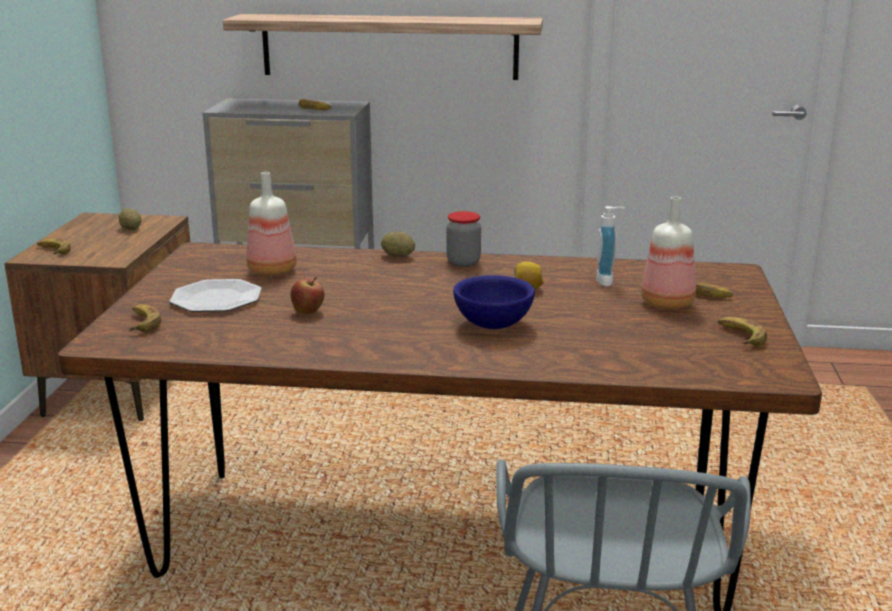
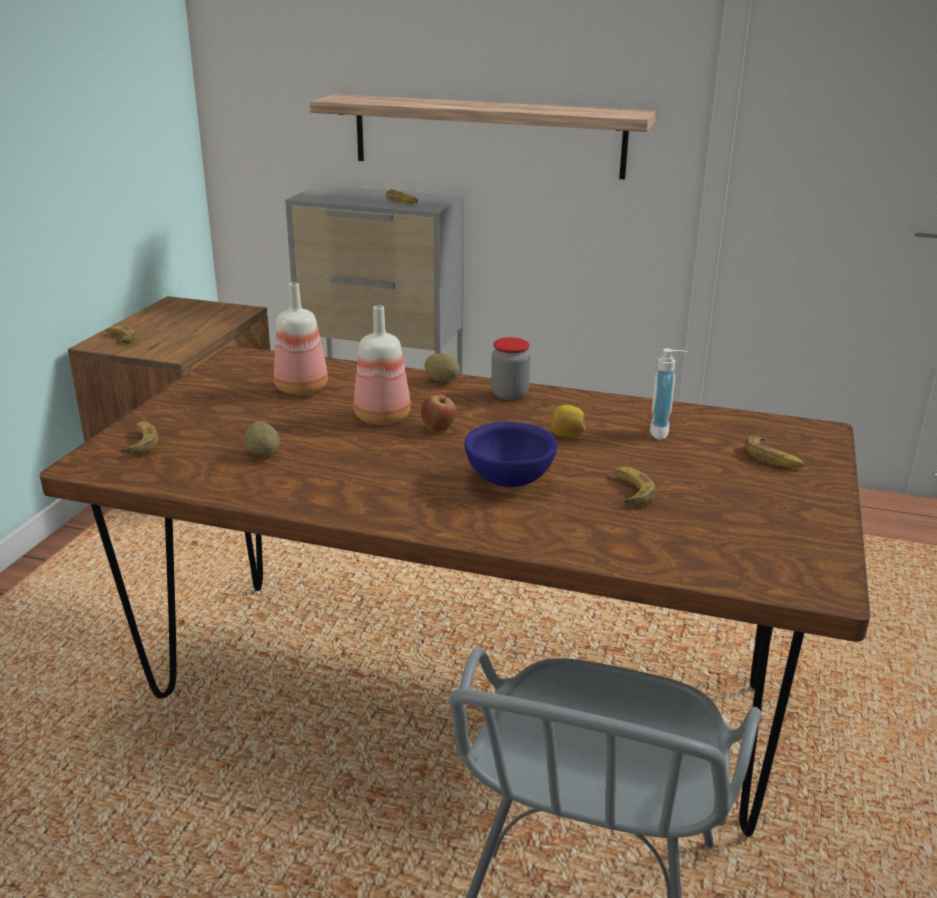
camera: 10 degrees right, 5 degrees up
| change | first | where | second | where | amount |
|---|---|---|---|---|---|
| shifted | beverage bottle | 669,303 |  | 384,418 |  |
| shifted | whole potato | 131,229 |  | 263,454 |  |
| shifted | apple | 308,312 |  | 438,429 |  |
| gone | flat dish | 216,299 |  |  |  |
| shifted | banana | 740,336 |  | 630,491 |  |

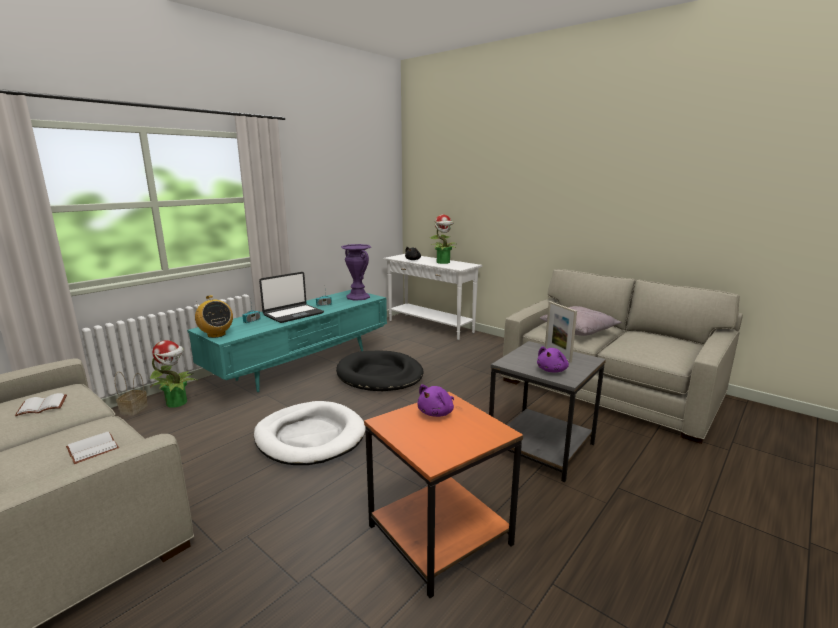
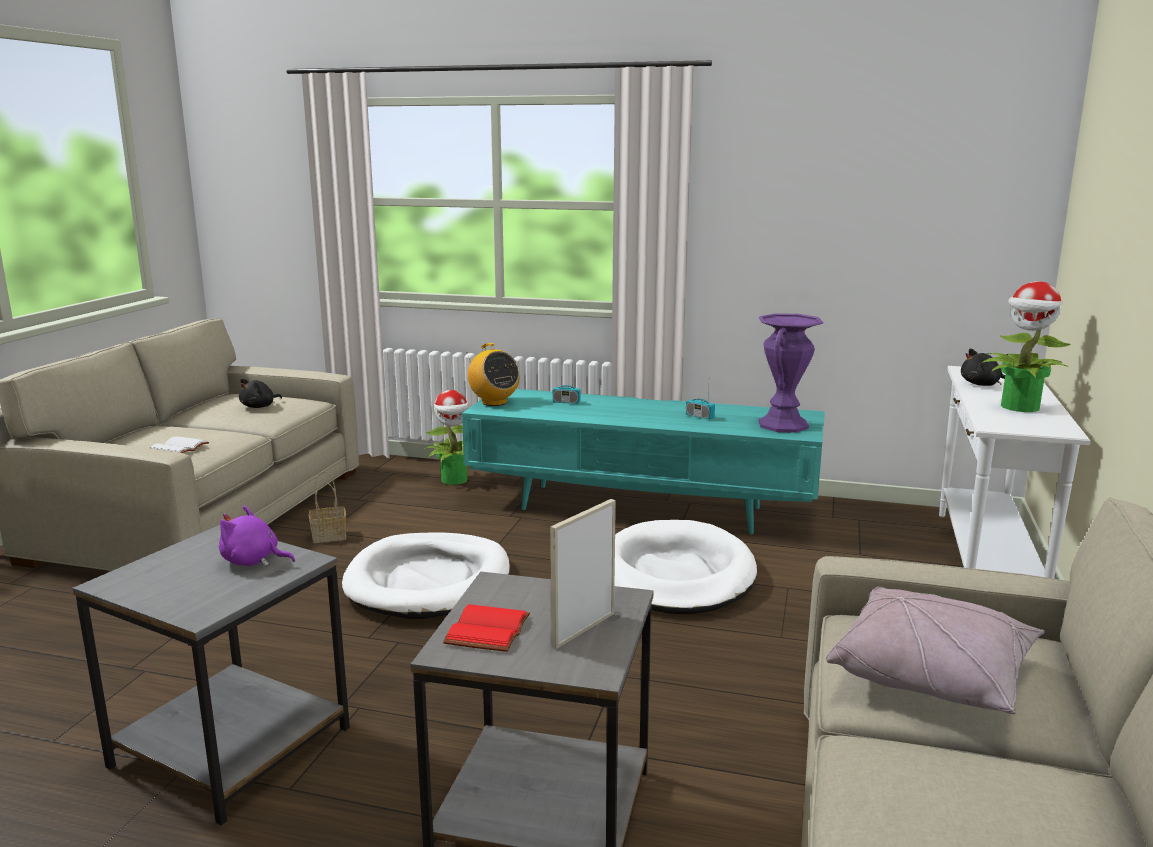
camera: 65 degrees right, 0 degrees up
| change | first | where | second | where | amount |
|---|---|---|---|---|---|
| gone | portable computer | 293,314 |  |  |  |
| rotated | radio receiver | 216,334 |  | 494,402 | 60 degrees counterclockwise |
| swapped | plush toy (purple) | 552,370 | book (red) | 489,631 |  |
| repainted | pet bed (blackish) | 380,375 | pet bed (white-coloured) | 676,575 |  |
| shifted | basket | 134,410 |  | 328,537 |  |
| repainted | accent table (orangey) | 441,535 | accent table (greyish) | 231,749 |  |
| swapped | book (white-coloured) | 43,405 | plush toy (blackish) | 260,406 |  |

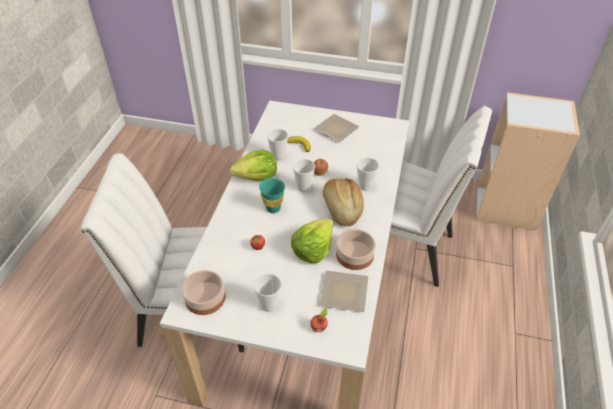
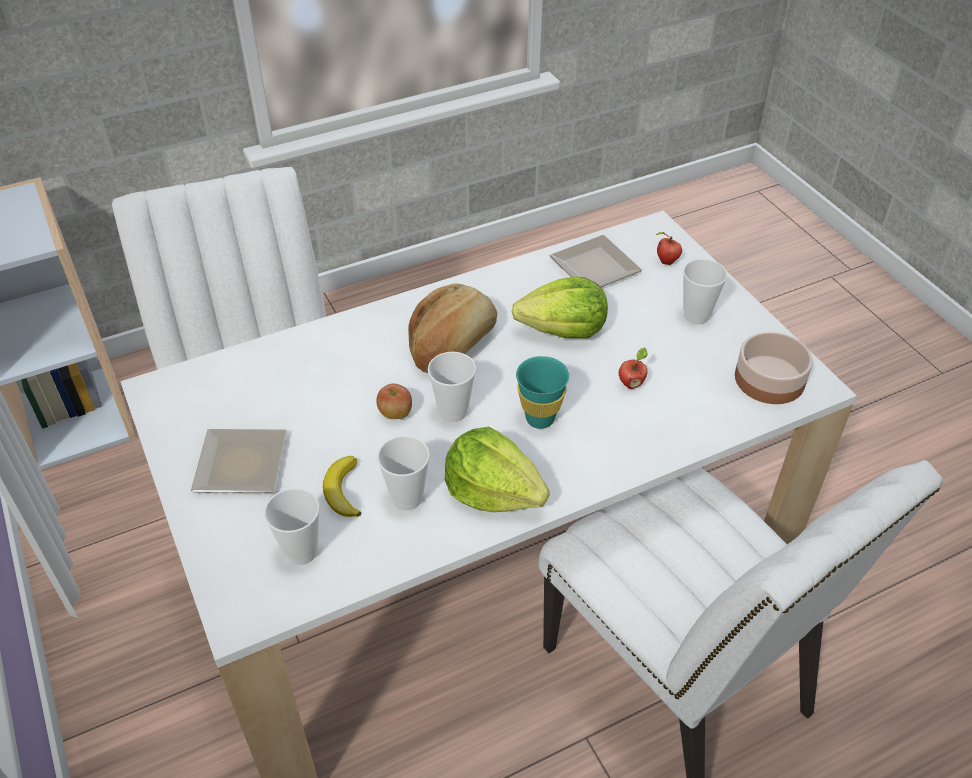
camera: 130 degrees left, 0 degrees up
| change | first | where | second | where | amount |
|---|---|---|---|---|---|
| shifted | small cup | 365,186 |  | 301,552 |  |
| gone | bowl | 354,255 |  |  |  |

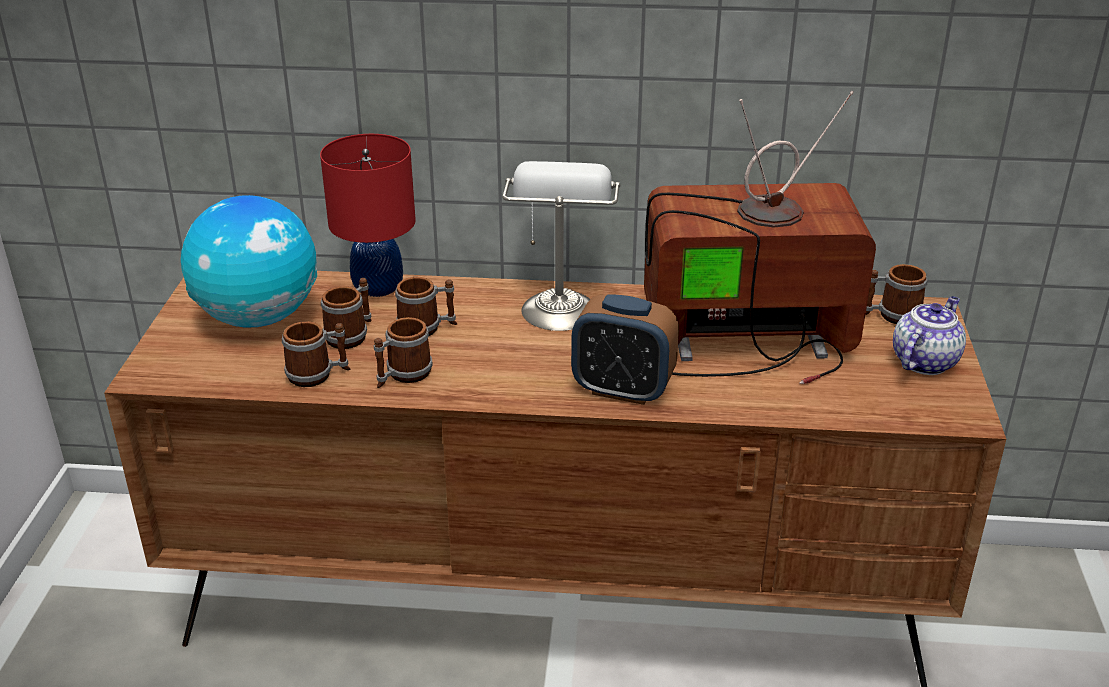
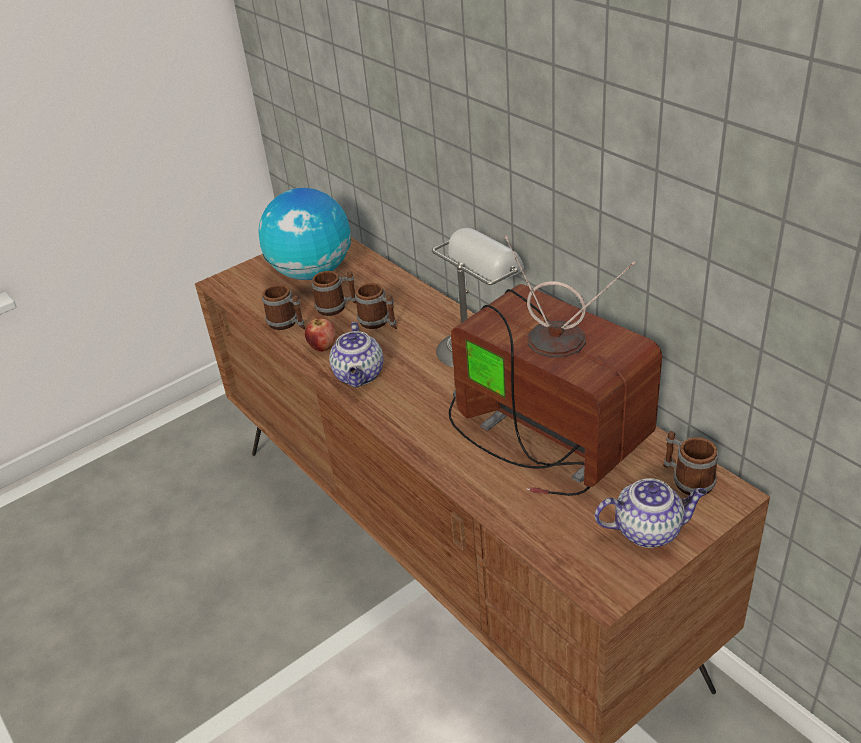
camera: 50 degrees right, 5 degrees up
| change | first | where | second | where | amount |
|---|---|---|---|---|---|
| gone | lamp for a table (red) | 375,289 |  |  |  |
| gone | alarm clock | 622,390 |  |  |  |
| swapped | tea mug | 403,375 | apple | 323,347 |  |
| new |  |  | pot for tea | 359,376 |  |

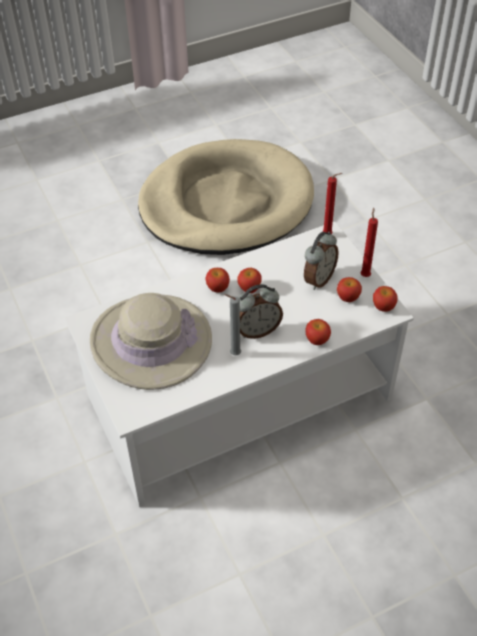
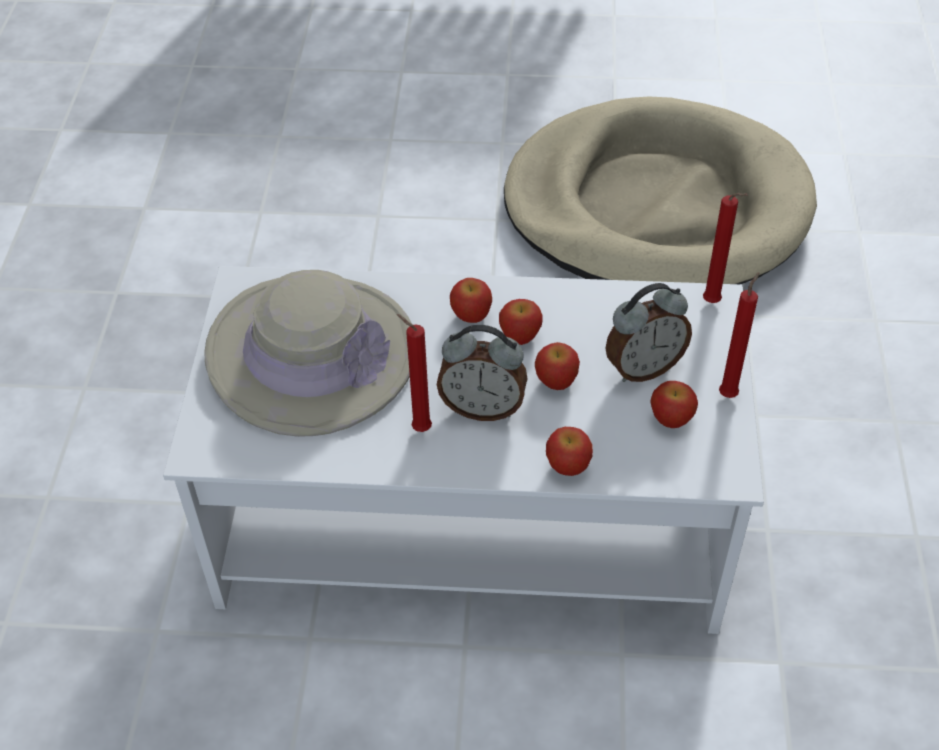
camera: 30 degrees right, 0 degrees up
| change | first | where | second | where | amount |
|---|---|---|---|---|---|
| shifted | apple | 383,307 |  | 556,380 |  |
| repainted | wax light (greyish) | 233,354 | wax light (red) | 418,428 |  |

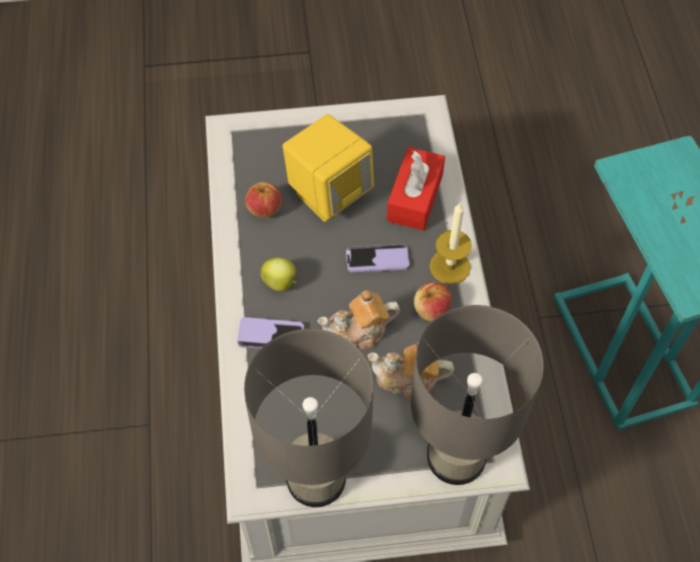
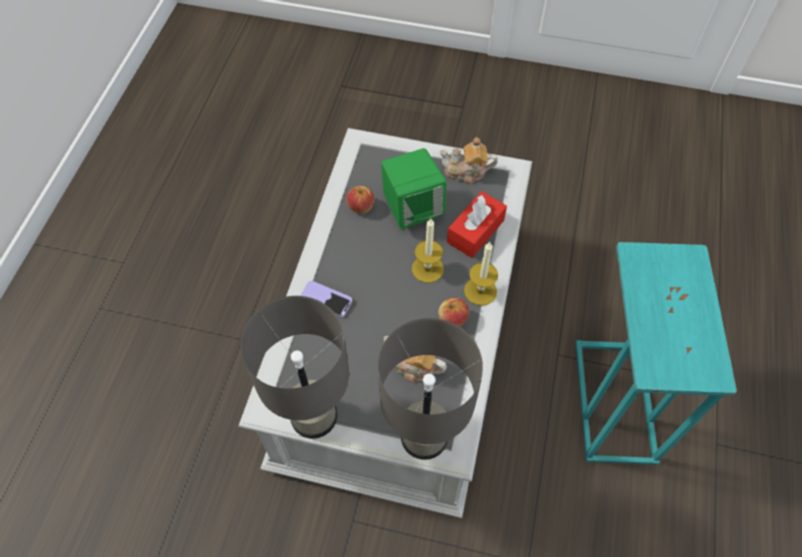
camera: 20 degrees right, 0 degrees up
| change | first | where | second | where | amount |
|---|---|---|---|---|---|
| repainted | audio speaker (yellow-coloured) | 329,193 | audio speaker (greenish) | 413,209 |  |
| swapped | phone | 377,259 | wax light | 427,269 |  |
| gone | apple | 281,283 |  |  |  |
| shifted | pot for tea | 358,332 |  | 466,172 |  |

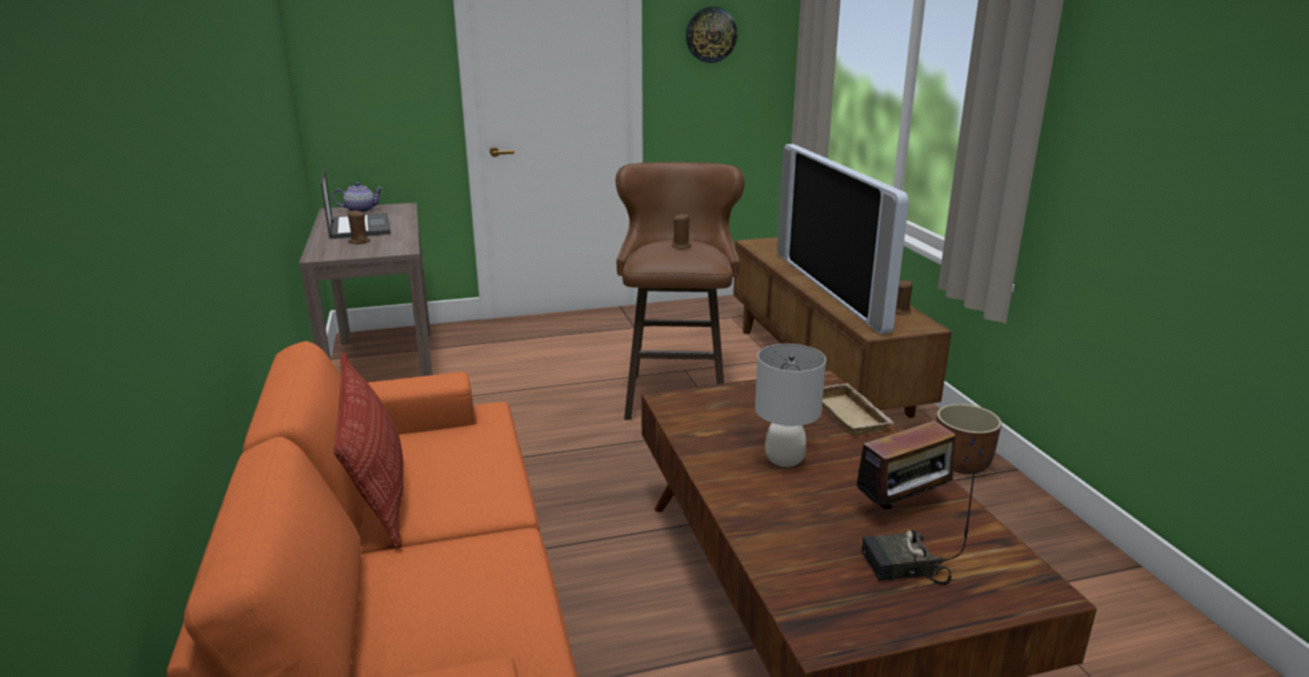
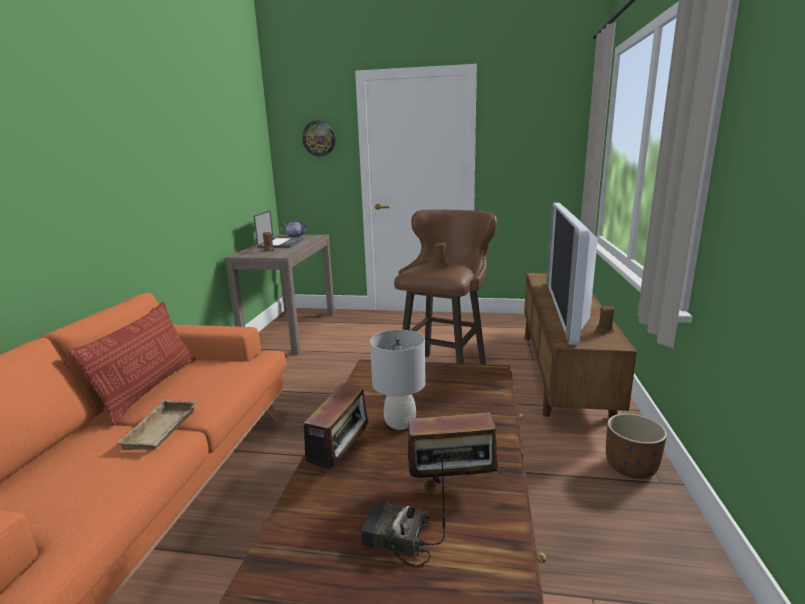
camera: 25 degrees right, 5 degrees down
| change | first | where | second | where | amount |
|---|---|---|---|---|---|
| shifted | clock on the wall | 711,34 |  | 319,138 |  |
| shifted | serving tray (sand-coloured) | 852,415 |  | 163,430 |  |
| new |  |  | radio receiver | 342,461 |  |

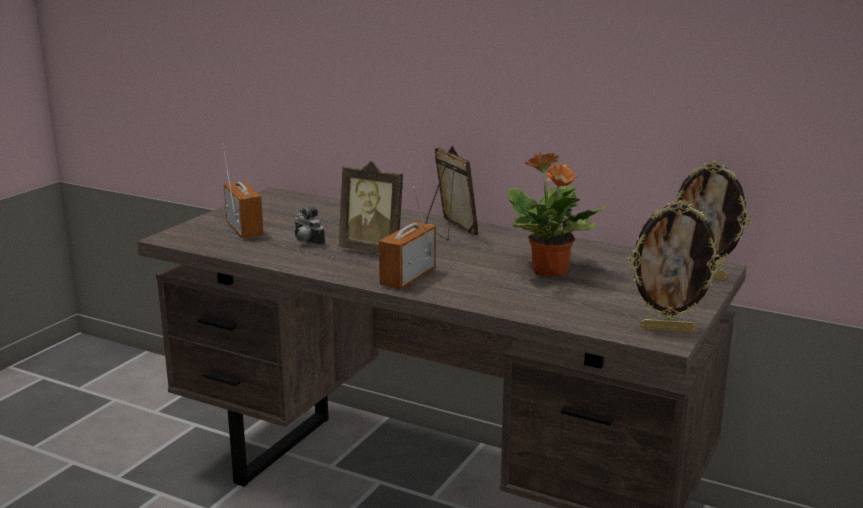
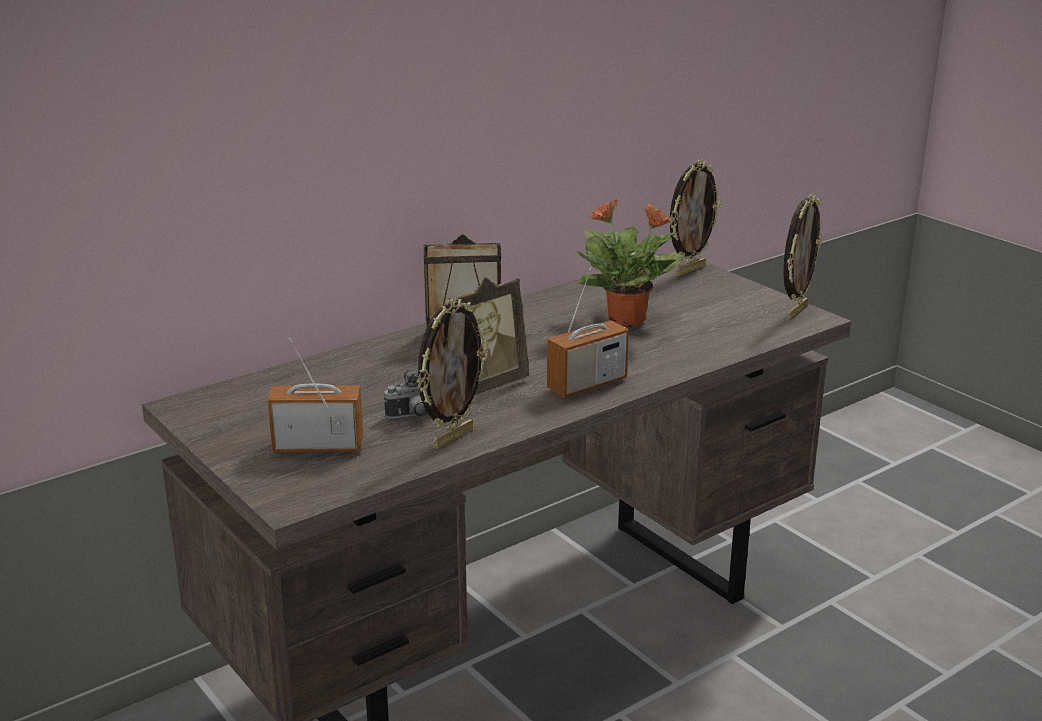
camera: 65 degrees left, 5 degrees up
| change | first | where | second | where | amount |
|---|---|---|---|---|---|
| rotated | radio receiver | 408,277 |  | 587,384 | 90 degrees counterclockwise |
| new |  |  | standing frame | 452,438 |  |

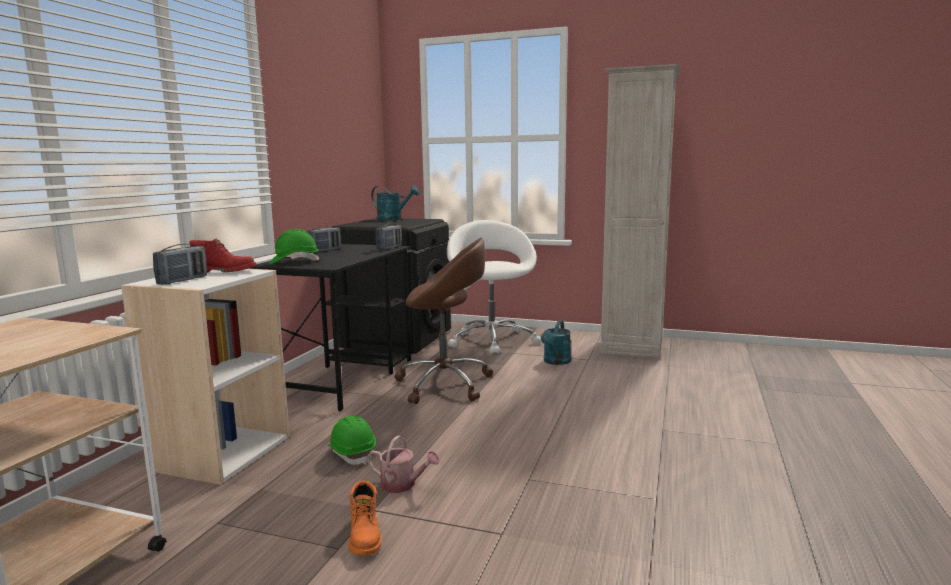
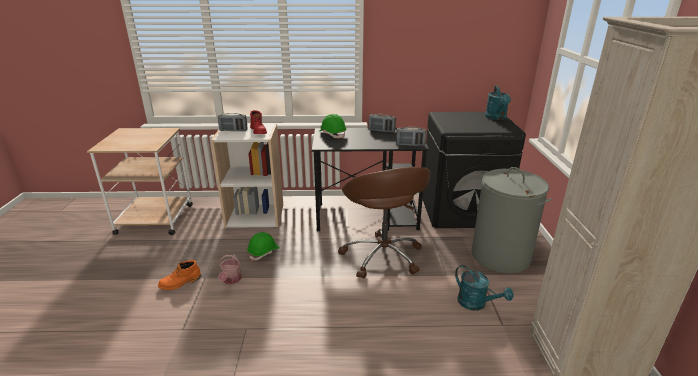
camera: 70 degrees right, 15 degrees up
| change | first | where | second | where | amount |
|---|---|---|---|---|---|
| swapped | desk chair (white-coloured) | 492,341 | washing basket (greyish) | 500,256 |  |
| rotated | watering pot (blue-green) | 555,362 |  | 476,304 | 135 degrees counterclockwise |

